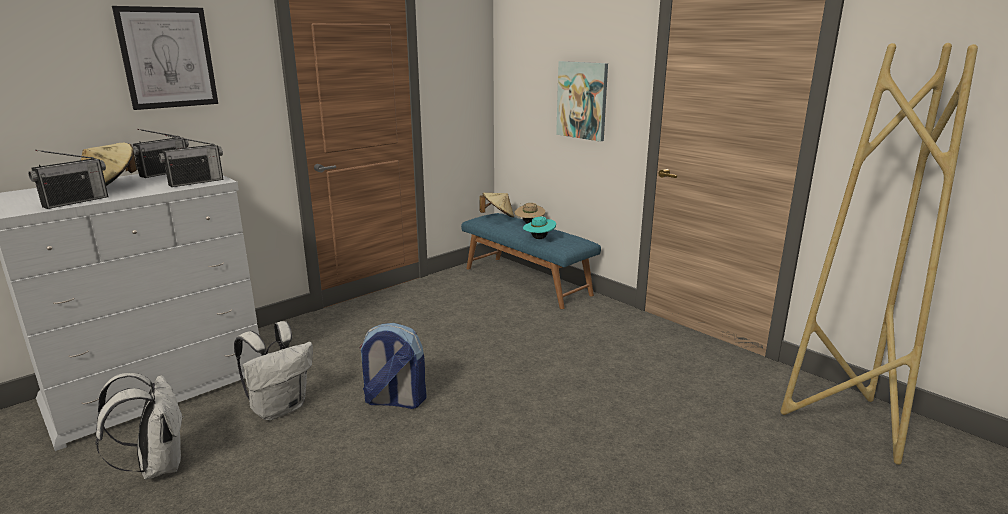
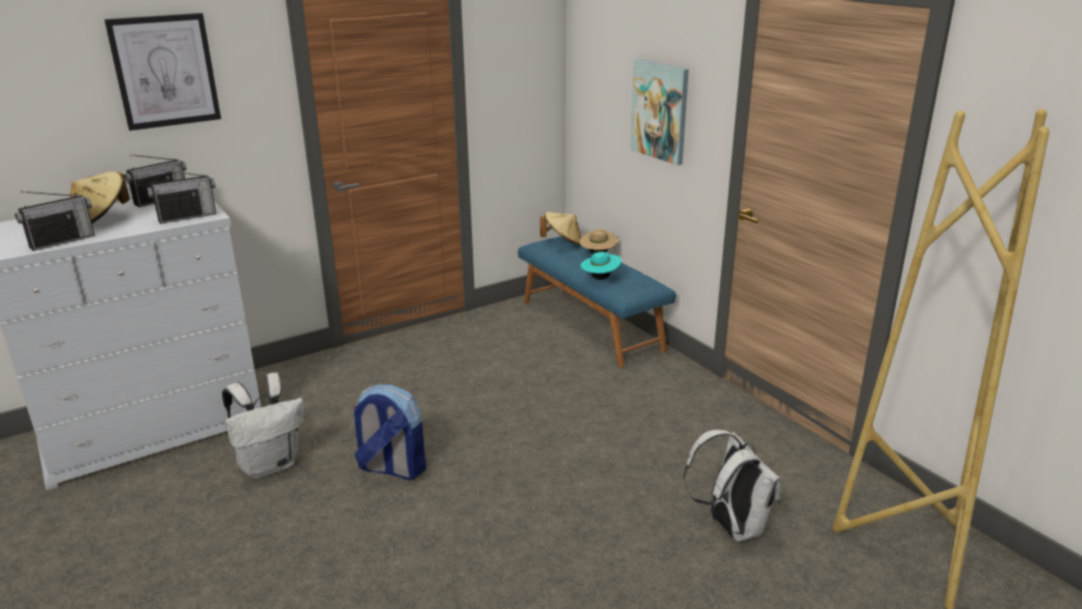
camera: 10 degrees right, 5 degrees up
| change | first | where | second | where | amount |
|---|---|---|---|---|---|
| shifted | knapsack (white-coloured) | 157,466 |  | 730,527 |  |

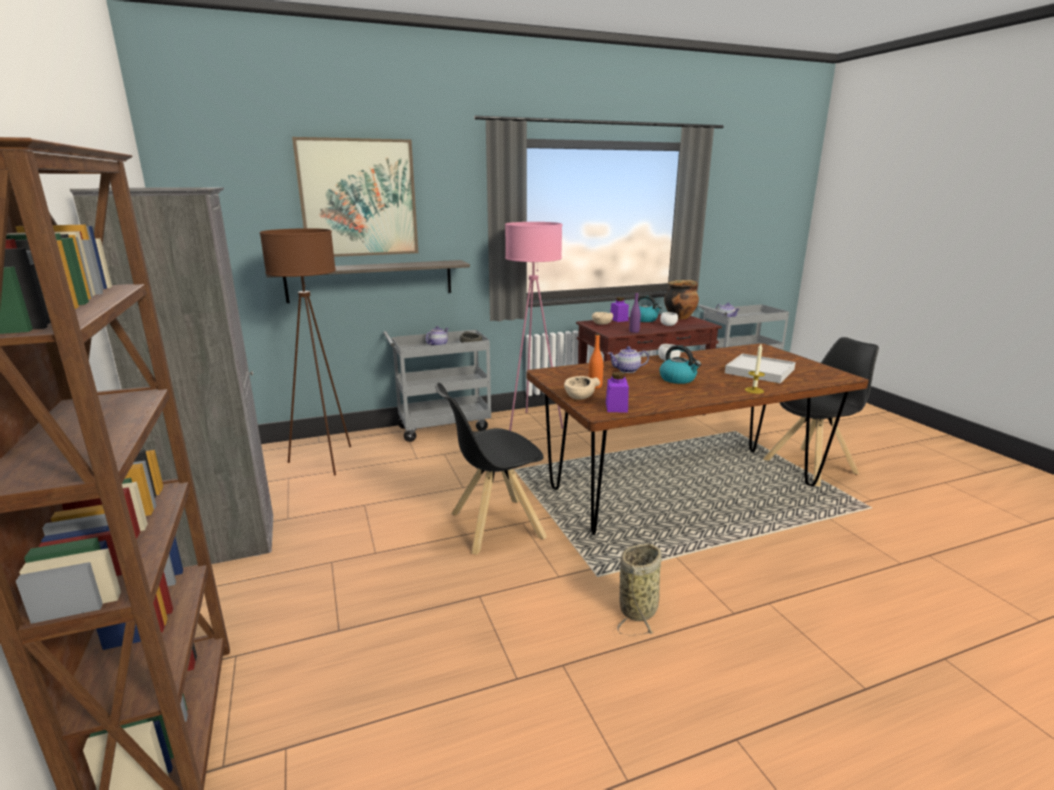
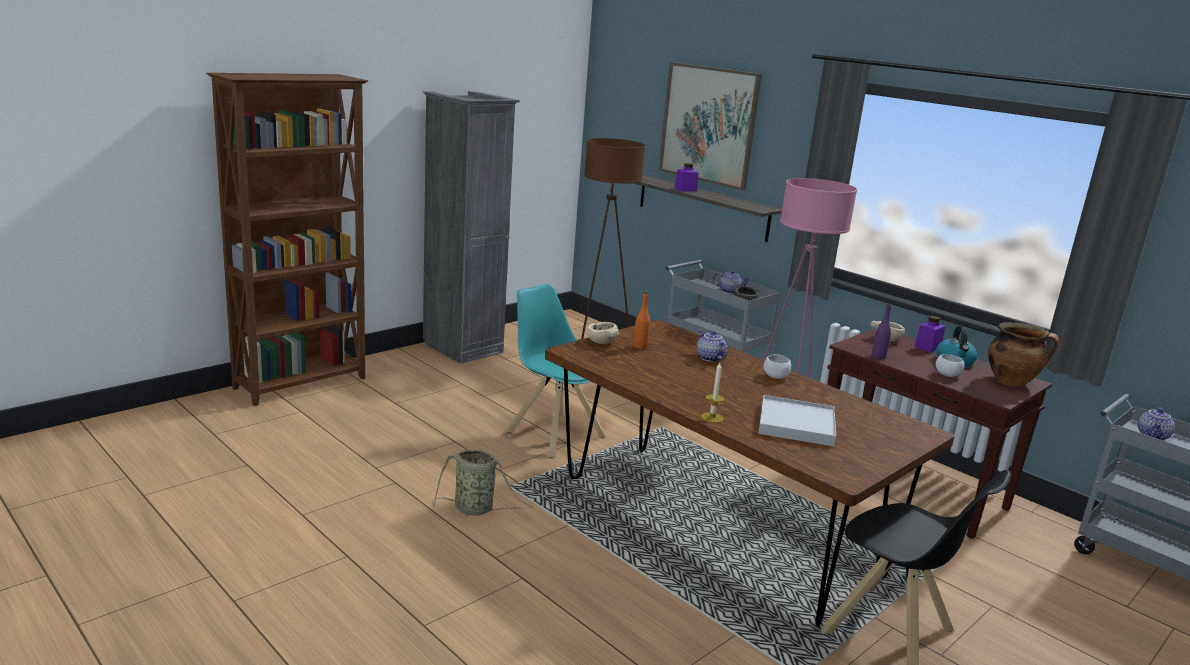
camera: 65 degrees right, 0 degrees up
| change | first | where | second | where | amount |
|---|---|---|---|---|---|
| gone | kettle | 678,379 |  |  |  |
| shifted | storage jar (purple) | 616,407 |  | 685,189 |  |
| repainted | plain chair (blackish) | 494,525 | plain chair (blue-green) | 554,432 |  |

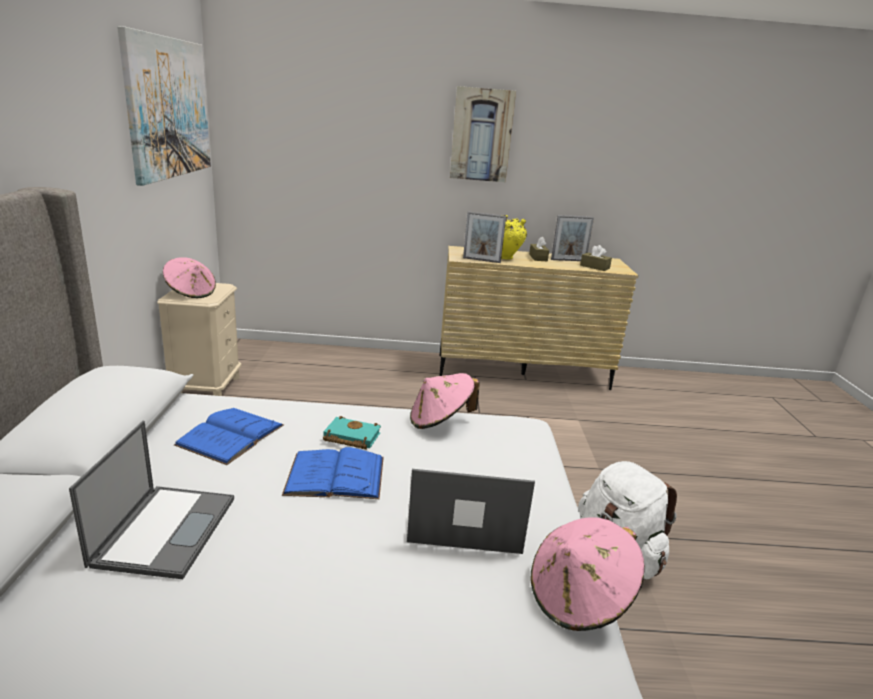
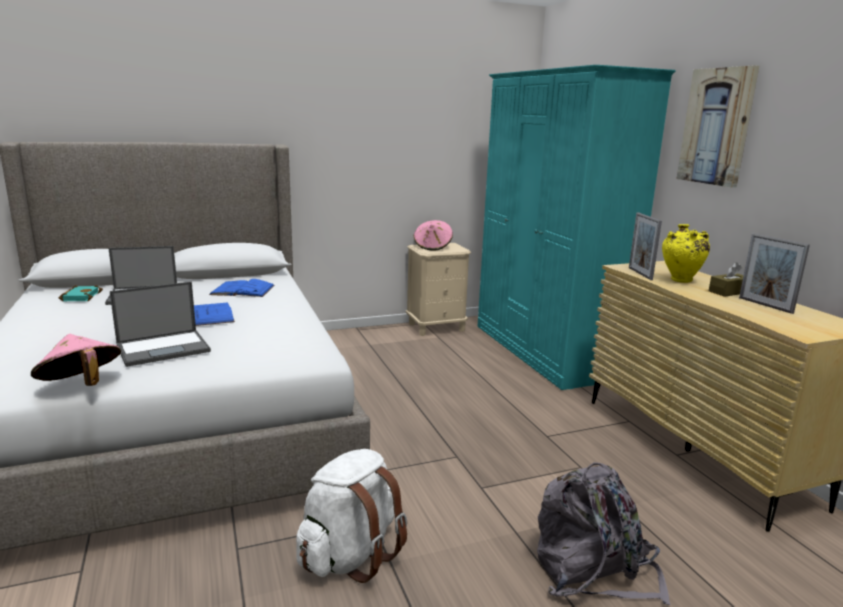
camera: 70 degrees right, 5 degrees down
| change | first | where | second | where | amount |
|---|---|---|---|---|---|
| gone | wall picture | 168,108 |  |  |  |
| gone | tissue box (brownish) | 594,267 |  |  |  |
| gone | hat (pink-coloured) | 440,421 |  |  |  |
| shifted | book (blue-green) | 350,437 |  | 80,296 |  |
| rotated | portable computer | 463,519 |  | 164,348 | 75 degrees clockwise |
| new |  |  | clothes cupboard (blue-green) | 544,351 |  |
| new |  |  | knapsack (greyish) | 593,569 |  |

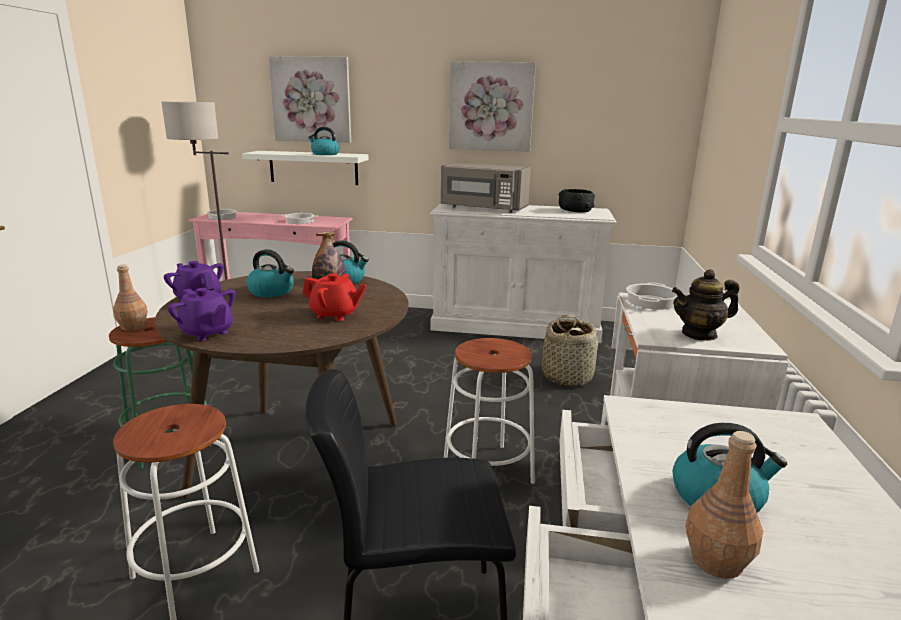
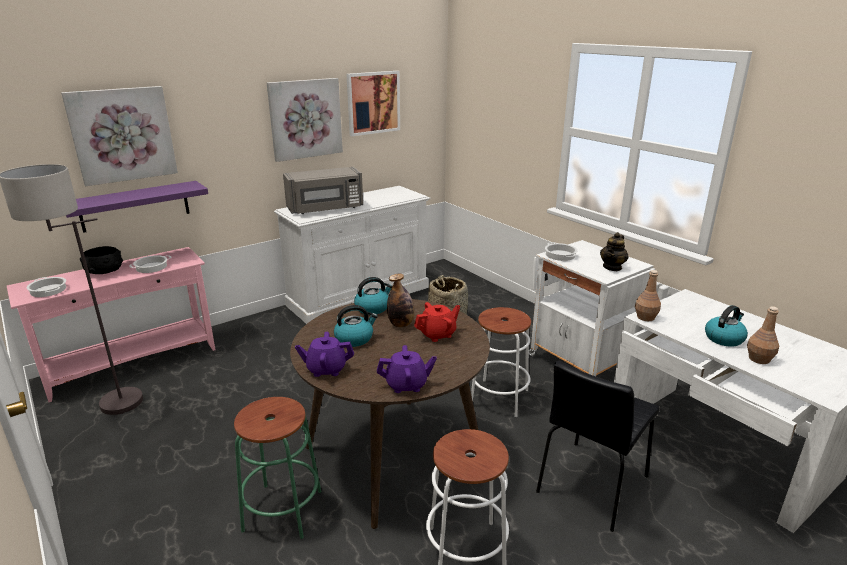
camera: 45 degrees left, 5 degrees up
| change | first | where | second | where | amount |
|---|---|---|---|---|---|
| gone | kettle | 324,154 |  |  |  |
| repainted | bracket shelf (white-coloured) | 313,168 | bracket shelf (purple) | 135,206 |  |
| shifted | bowl (blackish) | 574,211 |  | 104,270 |  |
| shifted | beverage bottle (brownish) | 133,326 |  | 645,317 |  |
| new |  |  | wall picture | 373,103 |  |

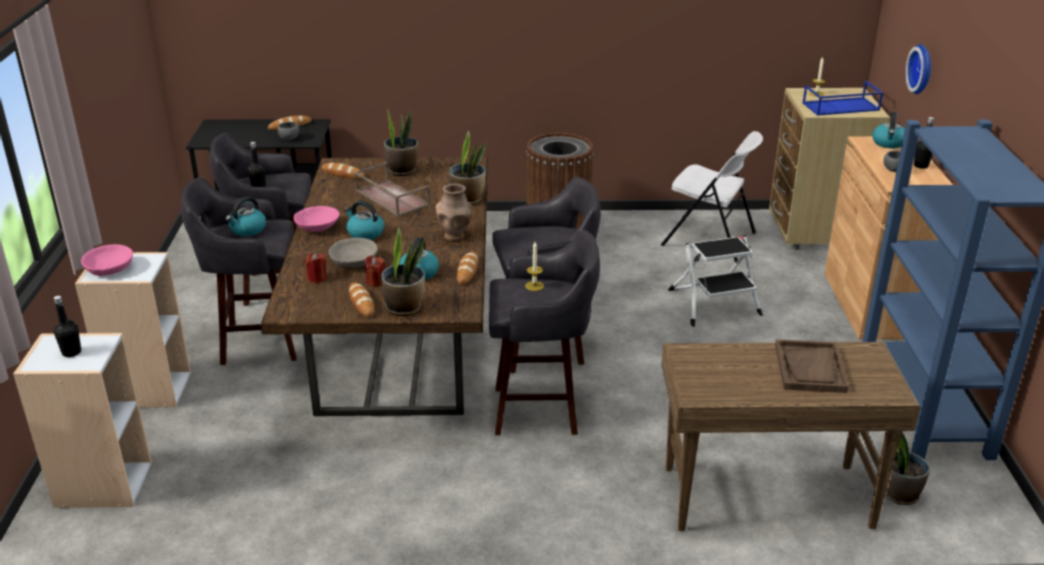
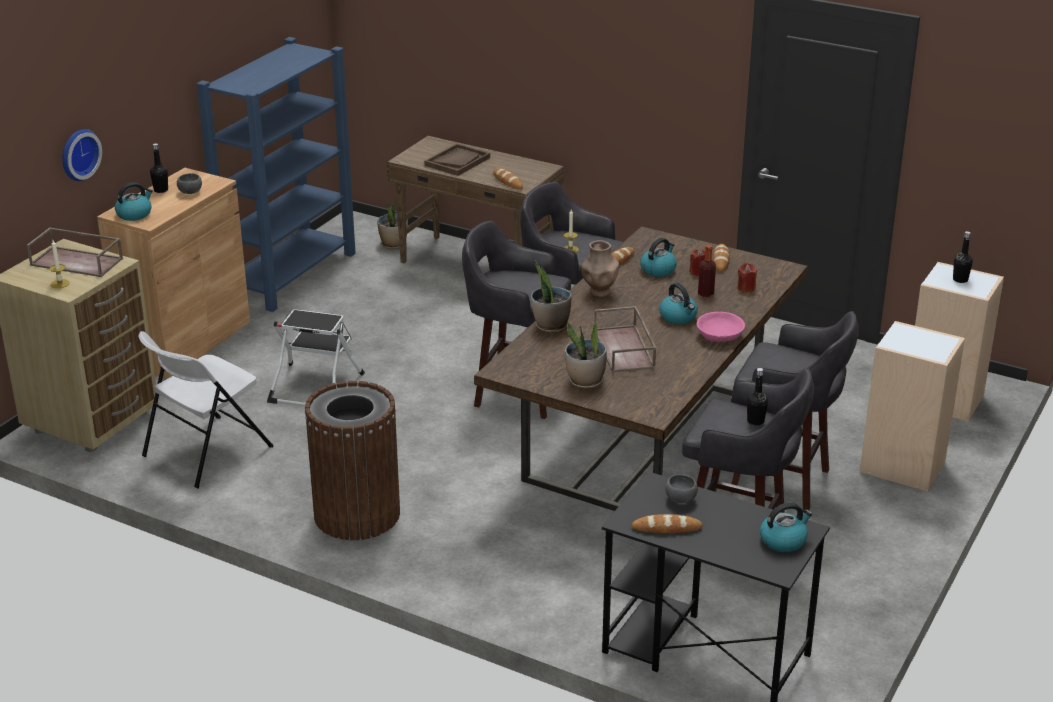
camera: 150 degrees left, 0 degrees up
| change | first | where | second | where | amount |
|---|---|---|---|---|---|
| repainted | serving tray (blue) | 840,107 | serving tray (brownish) | 78,261 |  |
| rotated | plain chair (white-coloured) | 708,239 |  | 207,451 | 105 degrees counterclockwise |
| shifted | bread | 343,174 |  | 508,181 |  |
| shifted | kettle | 247,230 |  | 783,540 |  |
| gone | plant in a pot | 404,307 |  |  |  |
| swapped | bowl (greyish) | 354,261 | beverage bottle | 705,293 |  |
| gone | bowl (pink-coloured) | 110,269 |  |  |  |

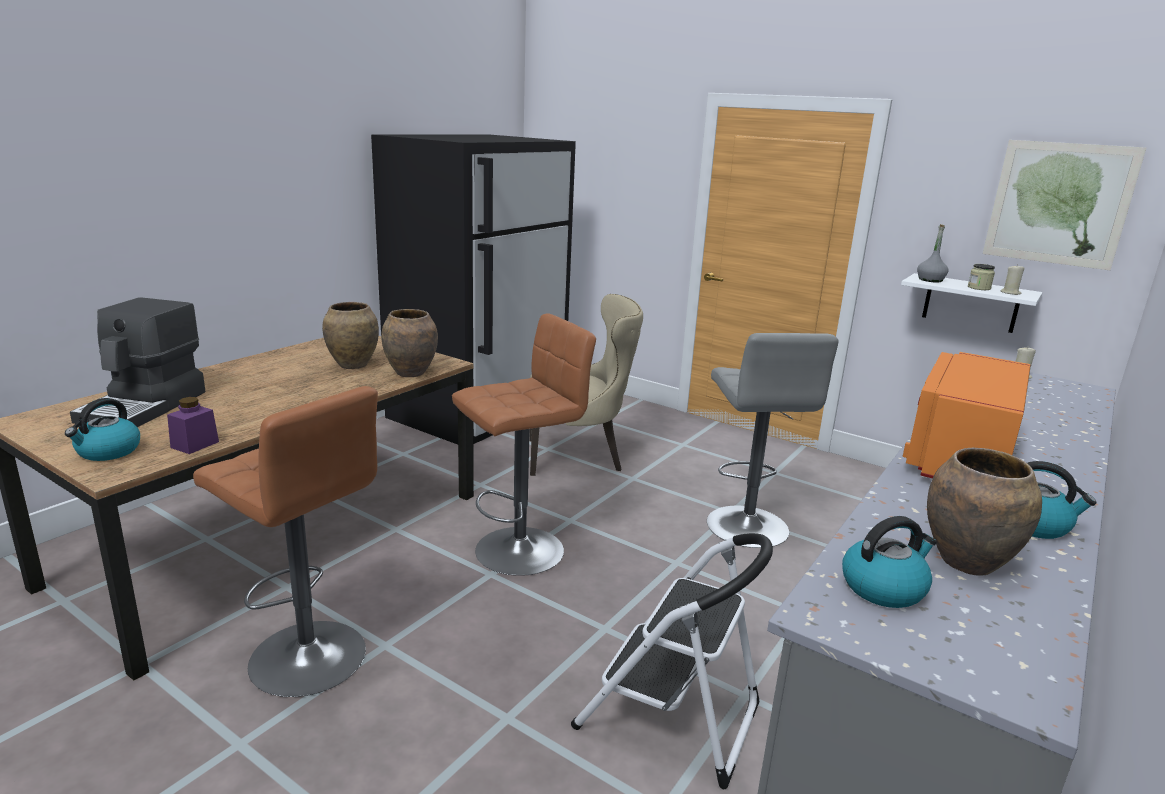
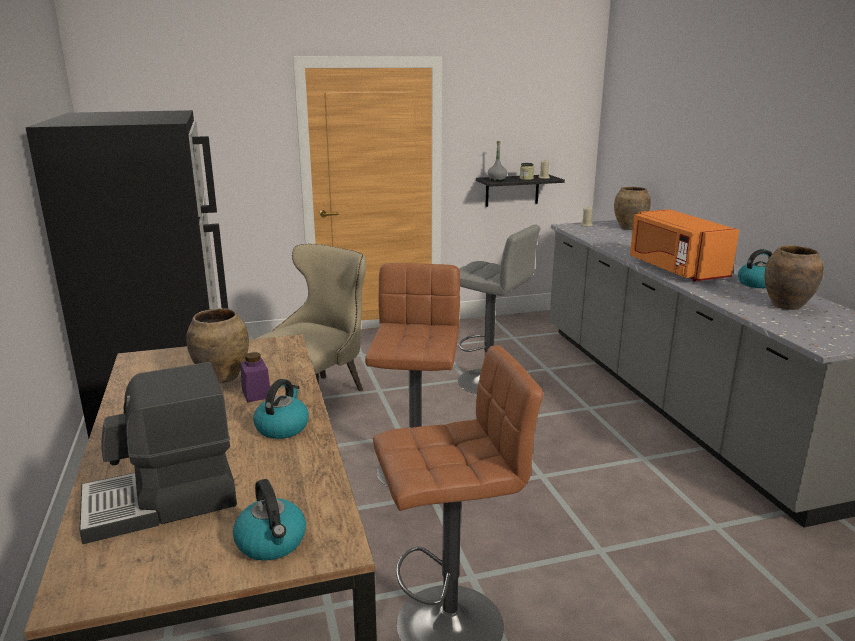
camera: 50 degrees left, 0 degrees up
| change | first | where | second | where | amount |
|---|---|---|---|---|---|
| gone | wall picture | 1059,204 |  |  |  |
| repainted | bracket shelf (white-coloured) | 970,303 | bracket shelf (blackish) | 512,190 |  |
| rotated | coffee machine | 145,406 |  | 162,502 | 105 degrees clockwise |
| shifted | vase (brownish) | 410,373 |  | 629,228 |  |
| shifted | storage jar (purple) | 195,445 |  | 256,393 |  |
| shifted | kettle | 883,587 |  | 282,427 |  |
| gone | step ladder | 673,718 |  |  |  |

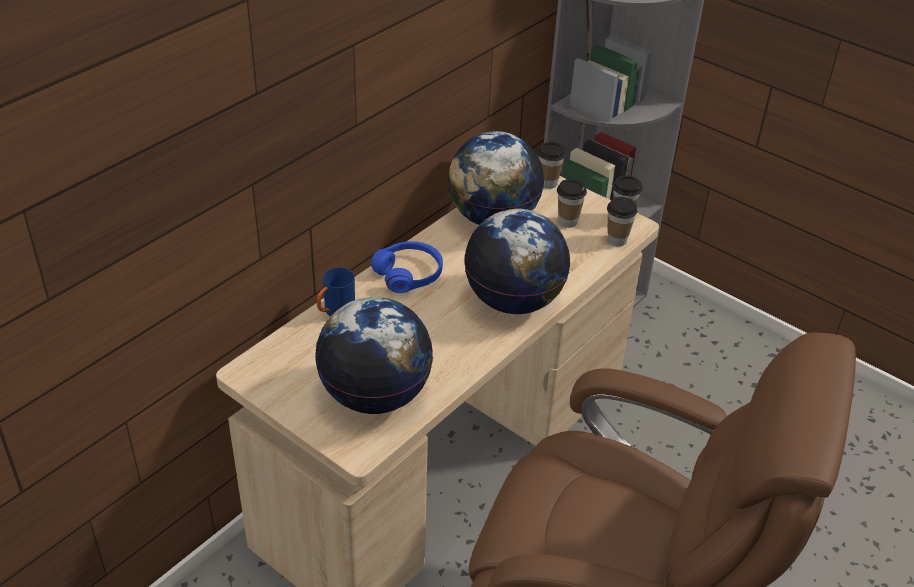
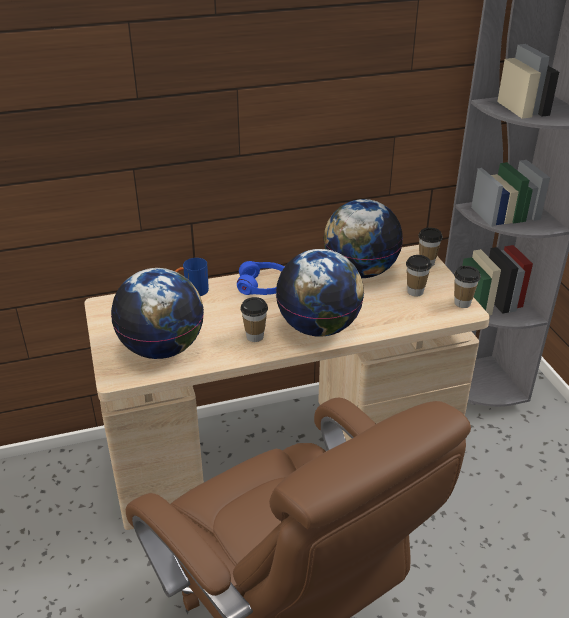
camera: 35 degrees right, 5 degrees down
| change | first | where | second | where | amount |
|---|---|---|---|---|---|
| shifted | small cup | 617,240 |  | 255,336 |  |

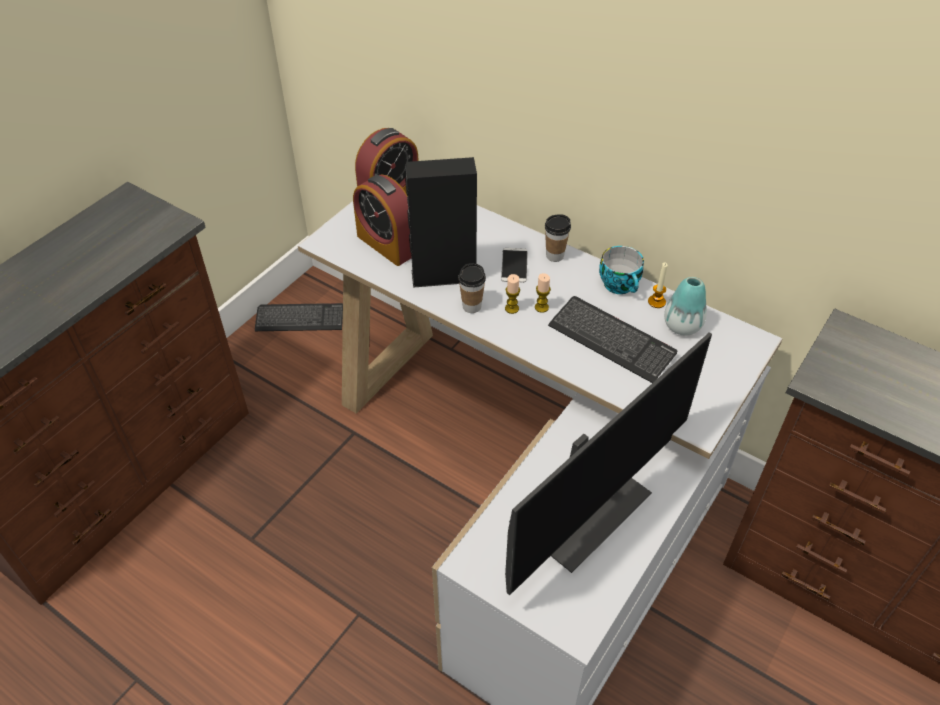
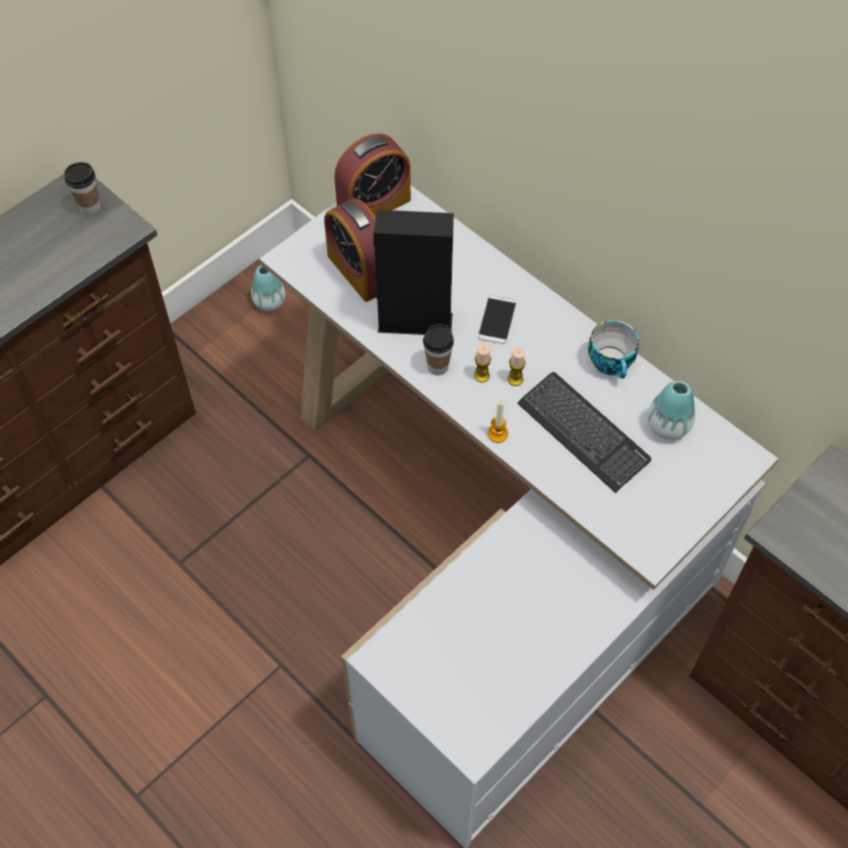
camera: 10 degrees right, 10 degrees up
| change | first | where | second | where | amount |
|---|---|---|---|---|---|
| shifted | small cup | 555,256 |  | 90,207 |  |
| shifted | wax light | 656,302 |  | 497,434 |  |
| swapped | PC keyboard | 300,319 | vase | 269,302 |  |
| gone | monitor | 582,507 |  |  |  |

